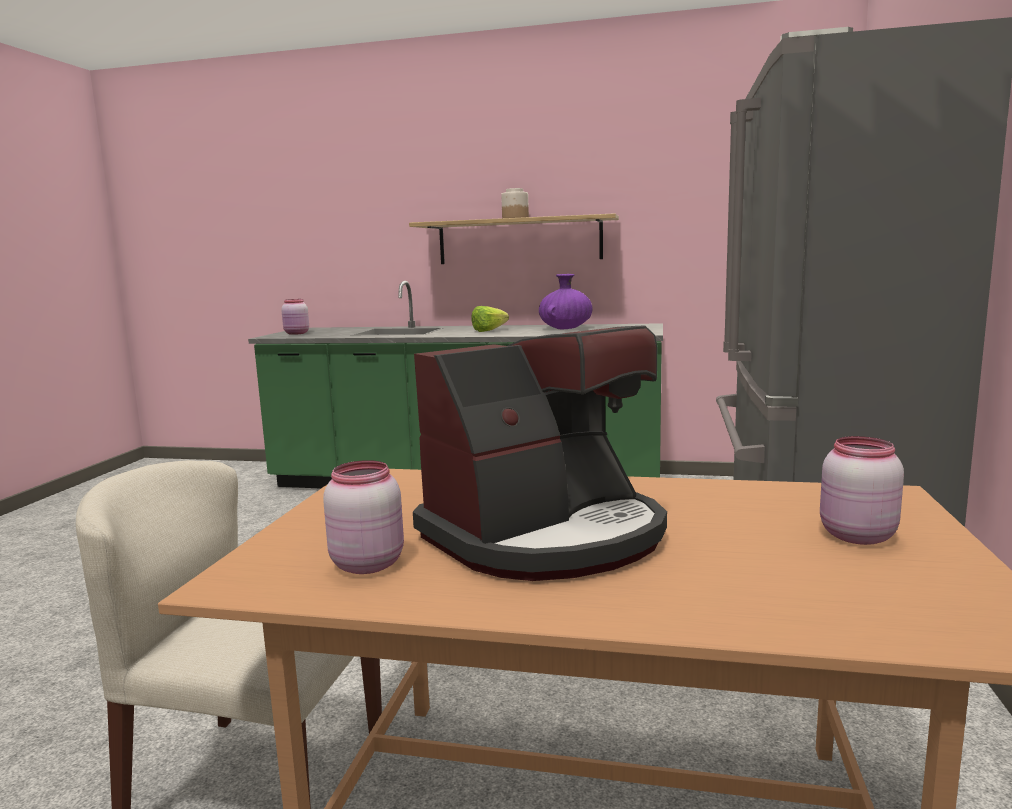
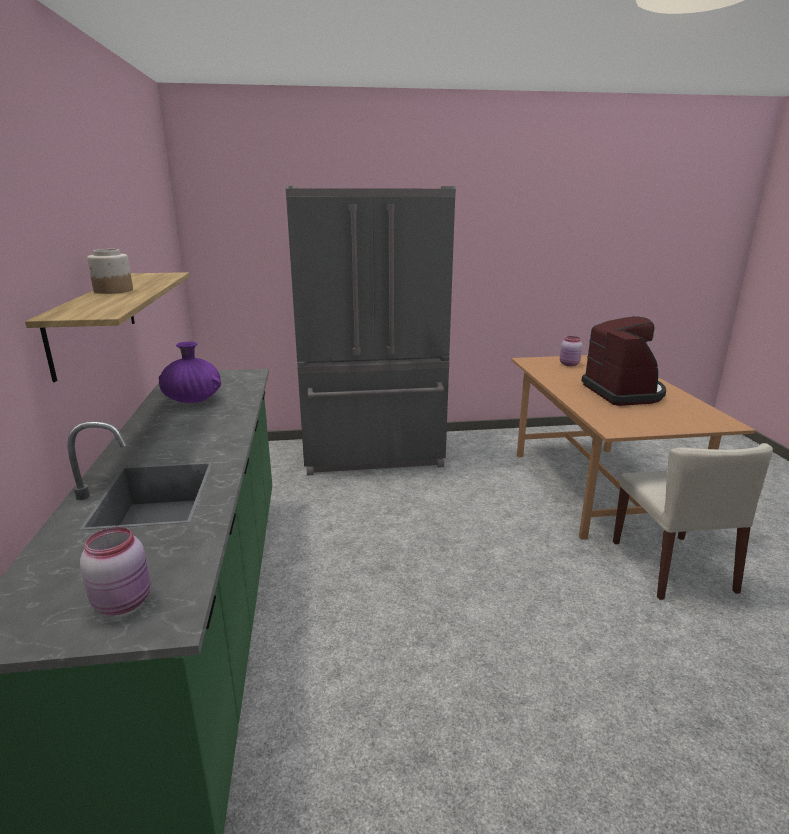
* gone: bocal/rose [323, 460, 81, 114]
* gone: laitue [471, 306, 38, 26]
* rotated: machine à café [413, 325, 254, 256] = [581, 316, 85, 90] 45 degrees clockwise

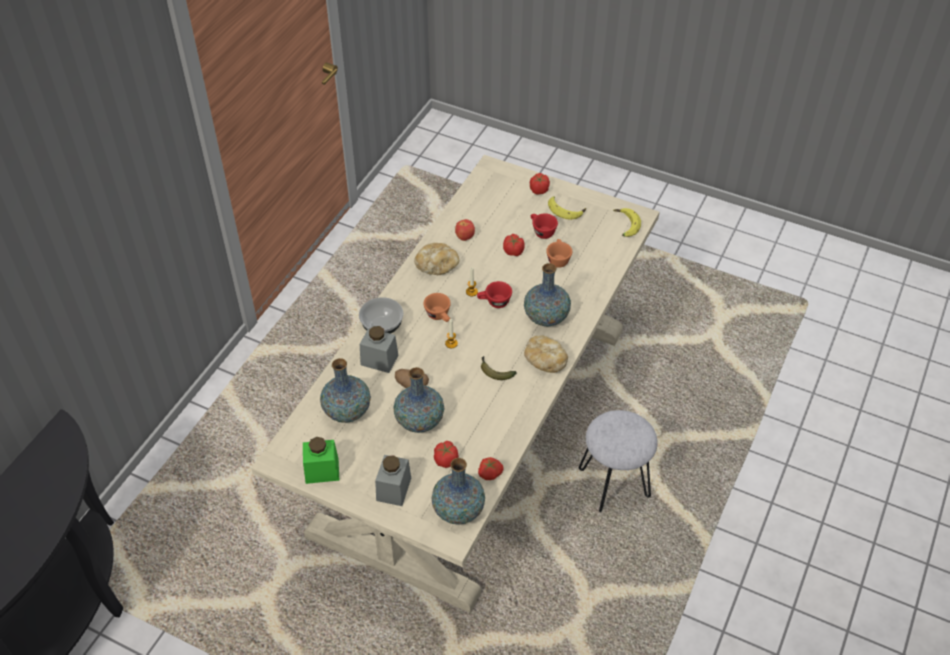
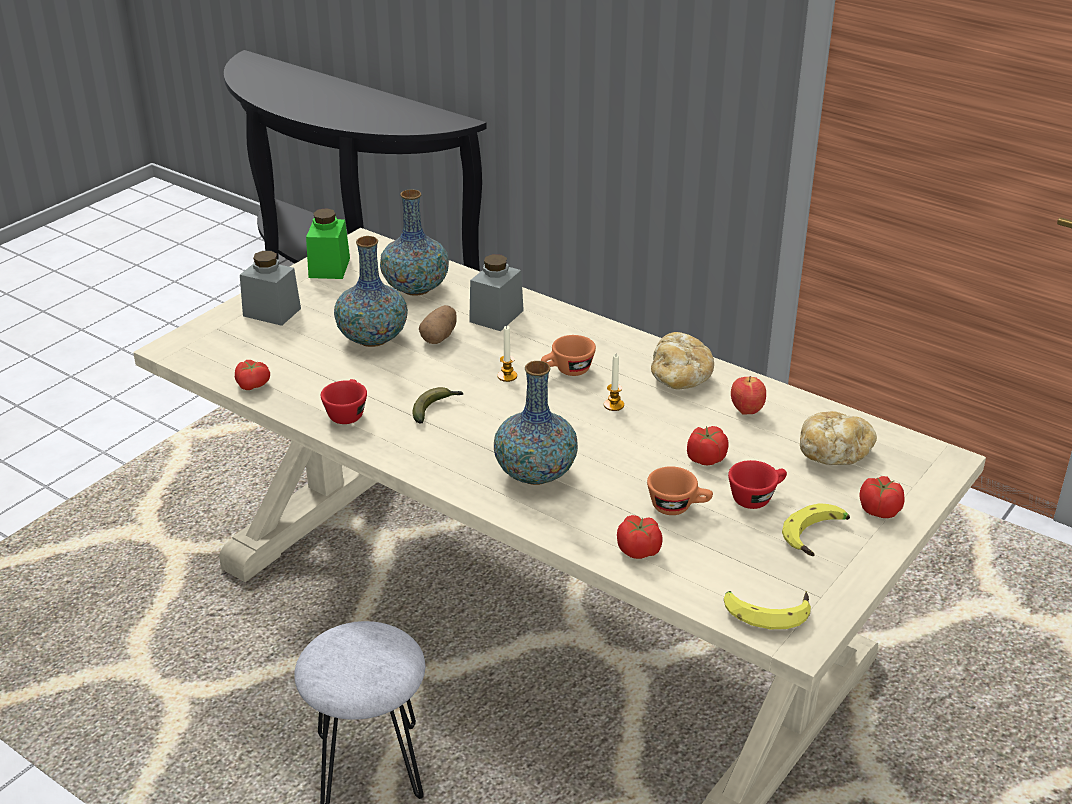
* gone: bol [359, 297, 44, 37]
* gone: vase [431, 458, 54, 67]
* shifted: tomate [434, 441, 24, 27] to [617, 515, 46, 44]
* shifted: tasse/rouge [477, 281, 35, 27] to [321, 379, 46, 45]
* shifted: pain [524, 335, 44, 38] to [800, 411, 77, 54]

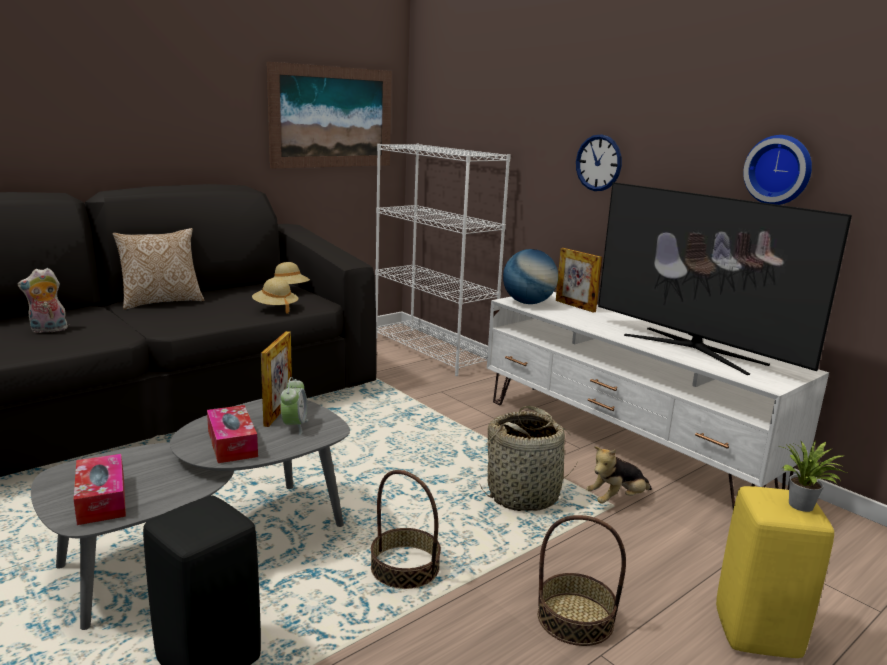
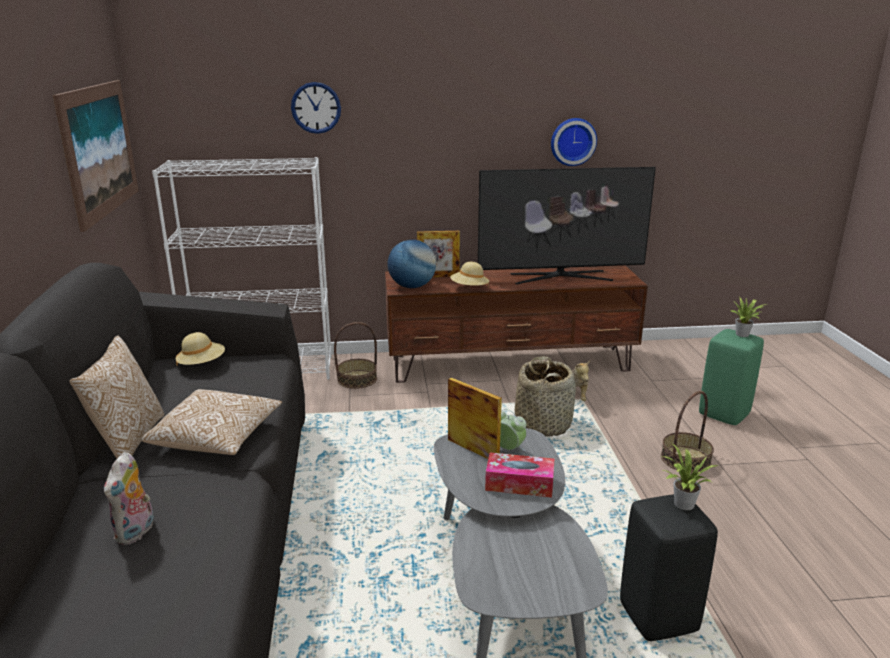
* gone: boîte à mouchoirs [74, 454, 52, 71]
* new: coussin [141, 389, 141, 66]
* new: plante en pot [662, 443, 56, 67]
* shifted: chapeau/beige [252, 278, 46, 36] to [450, 262, 39, 24]
* shifted: panier [371, 470, 70, 119] to [334, 322, 43, 67]
* shifted: horloge murale [576, 134, 46, 57] to [291, 82, 50, 52]
* repainted: meuble télé/blanc [487, 292, 342, 217] to meuble télé/marron [385, 265, 263, 118]
* repainted: tabouret/jaune [716, 486, 118, 172] to tabouret/vert [699, 329, 65, 96]

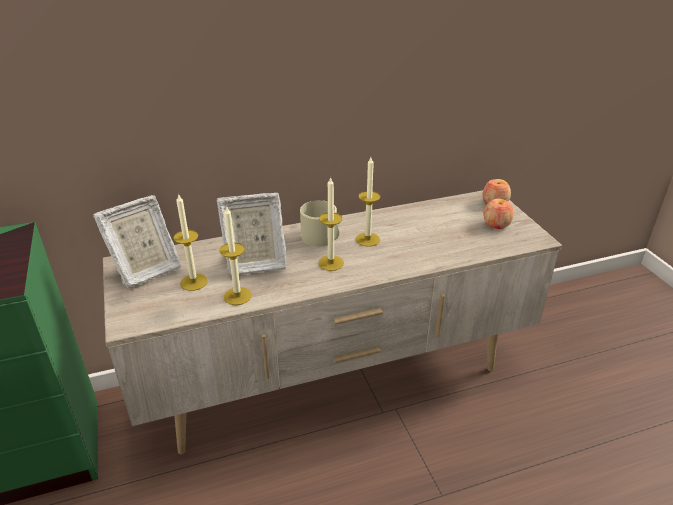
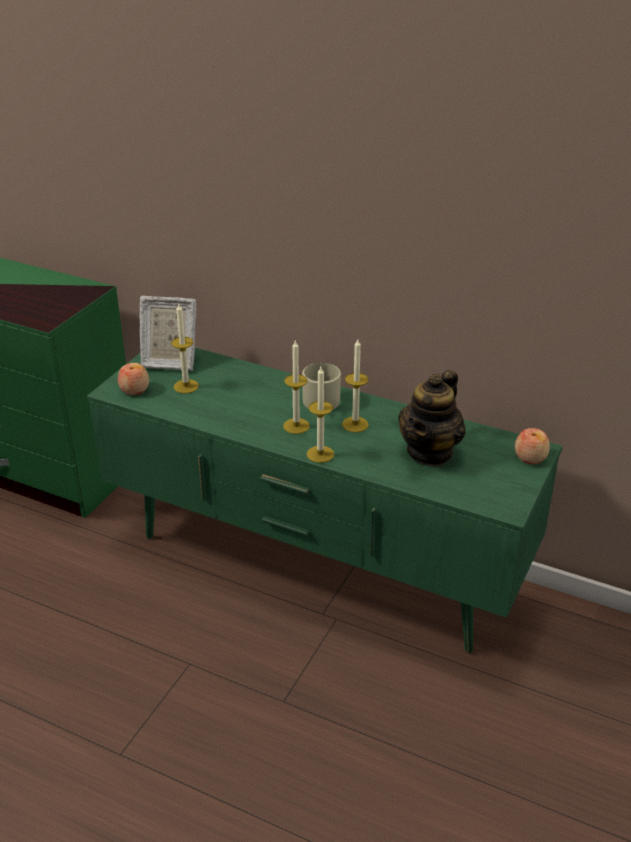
* gone: cadre photo [216, 193, 71, 83]
* new: théière [398, 370, 68, 97]
* shifted: bougie [220, 207, 32, 98] to [307, 367, 27, 96]
* shifted: pomme [483, 199, 31, 30] to [118, 363, 31, 32]
* repainted: meuble télé/beige [103, 191, 459, 263] to meuble télé/vert [87, 348, 475, 305]

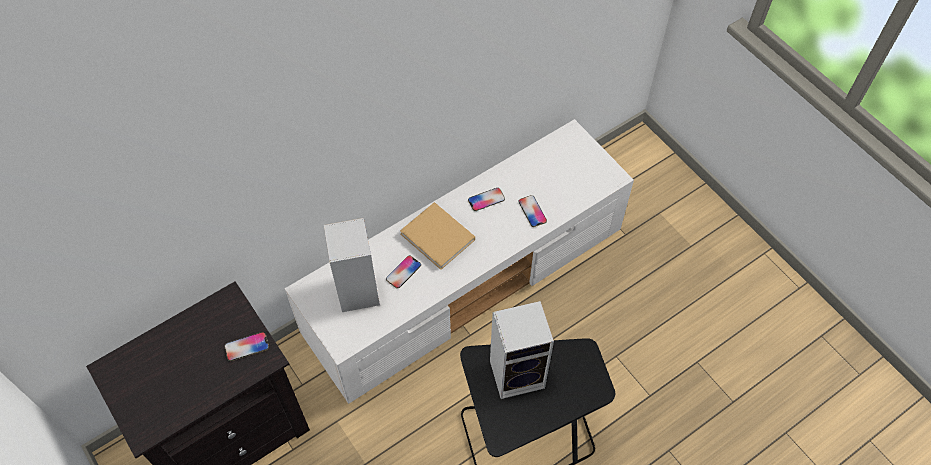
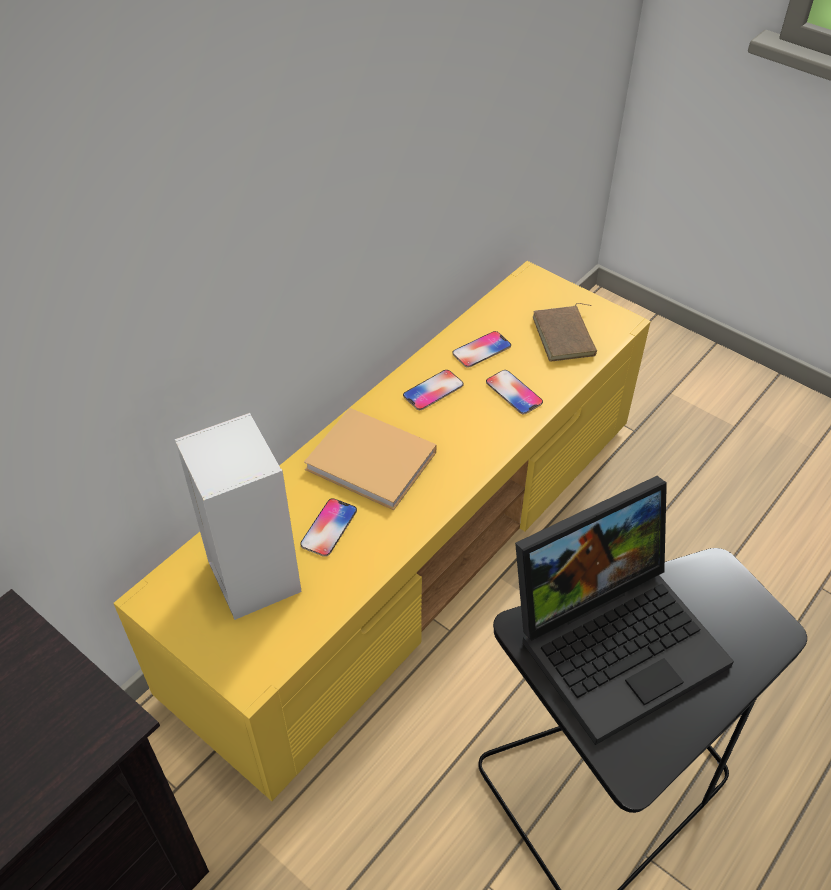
* new: livre/marron [533, 303, 64, 59]
* shifted: téléphone [224, 332, 45, 29] to [452, 331, 59, 37]
* swapped: enceinte [490, 301, 64, 98] to ordinateur portable [515, 476, 219, 269]
* repainted: meuble télé/blanc [285, 119, 349, 285] to meuble télé/jaune [113, 261, 538, 540]

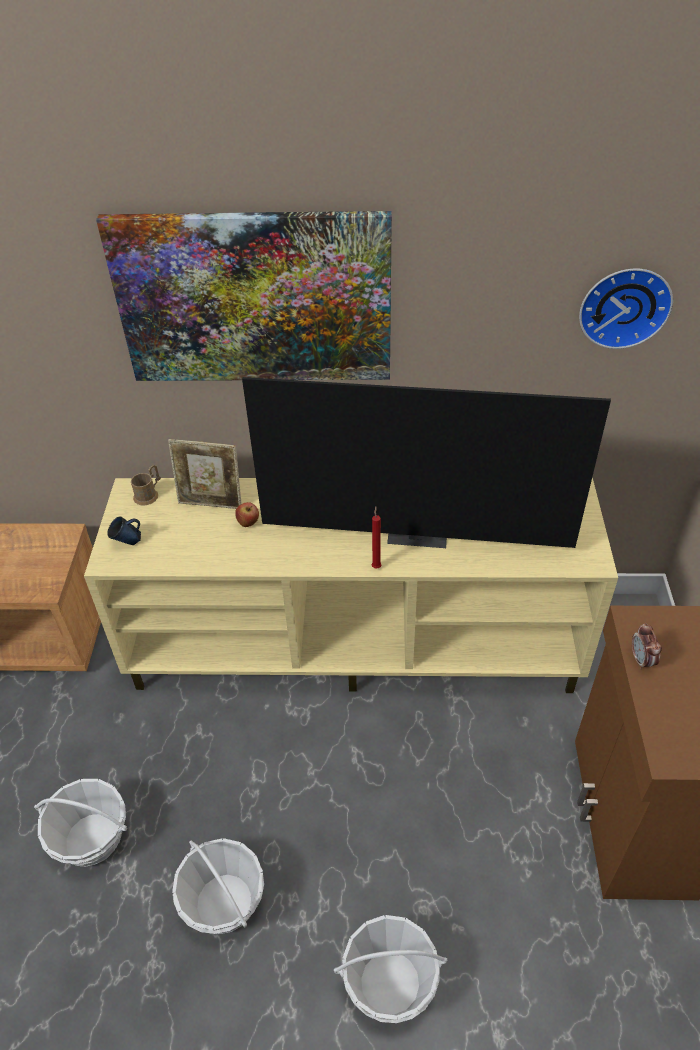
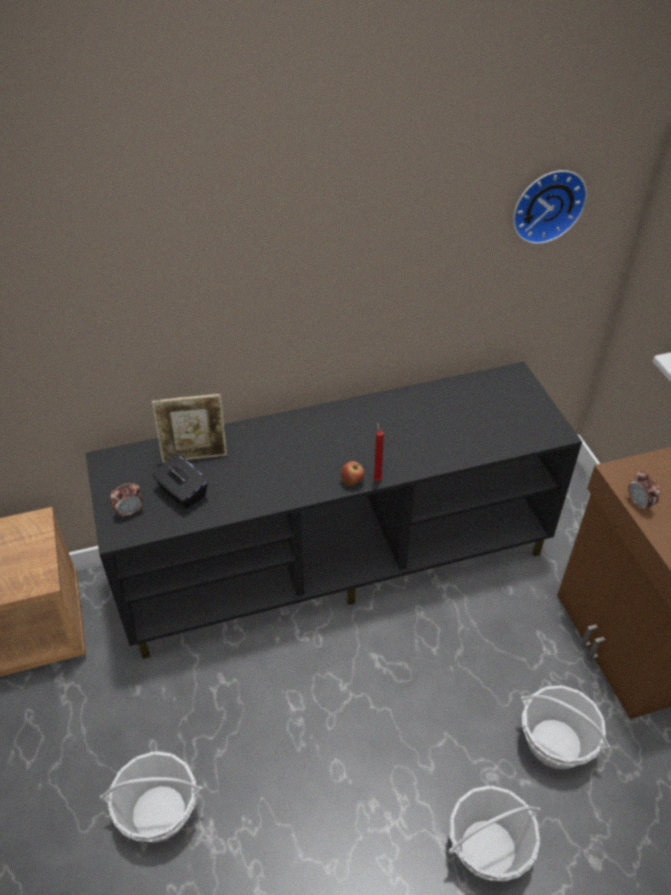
* gone: tableau [96, 211, 296, 170]
* gone: mug/marron [131, 465, 30, 40]
* gone: téléviseur [242, 377, 369, 171]
* new: boîte à mouchoirs/noir [152, 454, 56, 55]
* shifted: panier [172, 838, 92, 96] to [520, 685, 91, 84]
* shifted: pomme [235, 502, 24, 25] to [341, 461, 23, 25]
* swapped: mug/bleu [107, 516, 34, 29] to réveil [111, 483, 32, 36]
* repainted: meuble télé/beige [84, 478, 534, 215] to meuble télé/noir [85, 362, 497, 297]

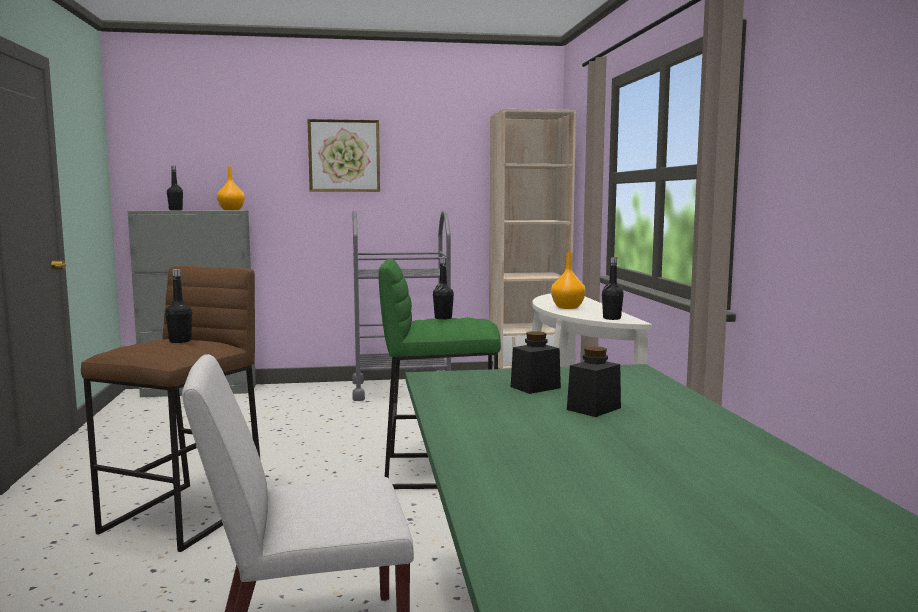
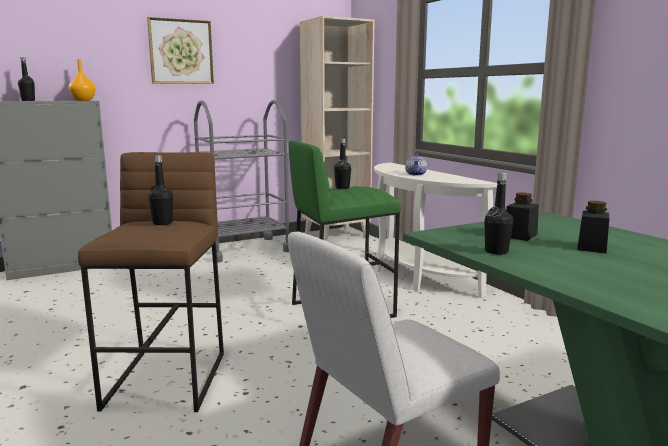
* shifted: bouteille/noir [602, 257, 22, 63] to [484, 173, 29, 82]
* swapped: vase/orange [551, 252, 35, 57] to théière [405, 153, 22, 23]

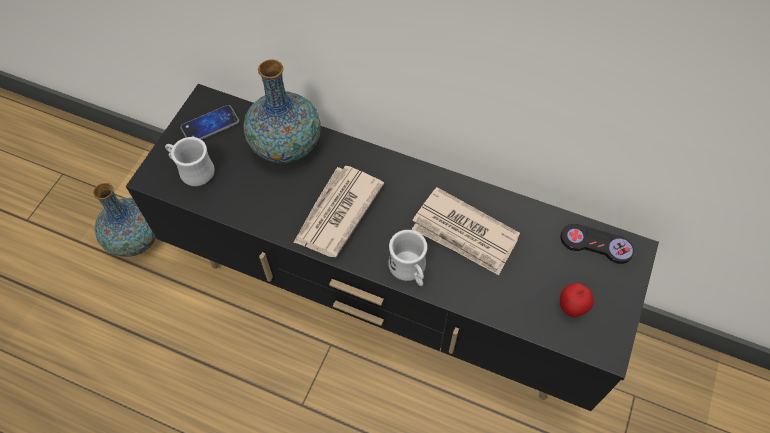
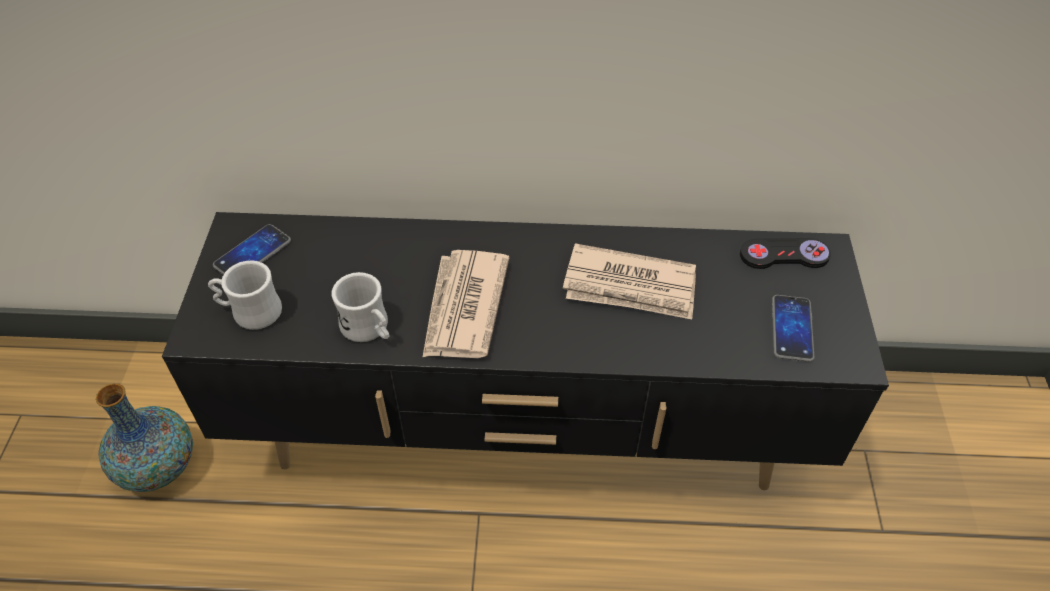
* gone: vase [244, 60, 77, 104]
* shifted: mug/blanc [388, 230, 39, 56] to [332, 272, 57, 70]
* swapped: pomme [560, 283, 34, 35] to téléphone [772, 295, 43, 67]

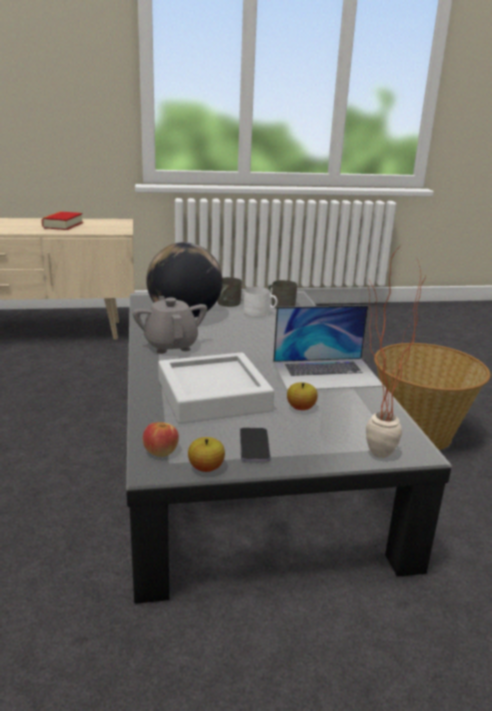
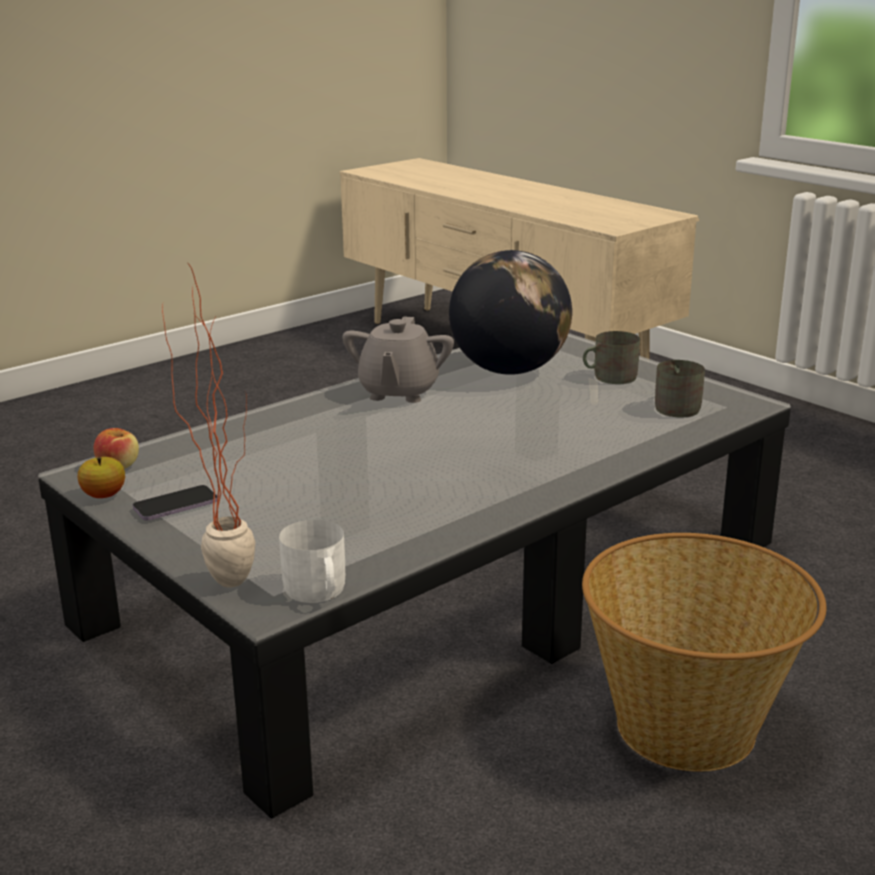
* gone: livre [42, 211, 41, 19]
* gone: plateau/gris [158, 352, 116, 71]
* gone: ordinateur portable [273, 305, 111, 86]
* gone: pomme [287, 382, 31, 28]
* shifted: mug/blanc [244, 287, 34, 31] to [279, 520, 66, 83]
* rotated: théière/gris [133, 296, 74, 58] = [342, 316, 112, 87] 150 degrees clockwise

